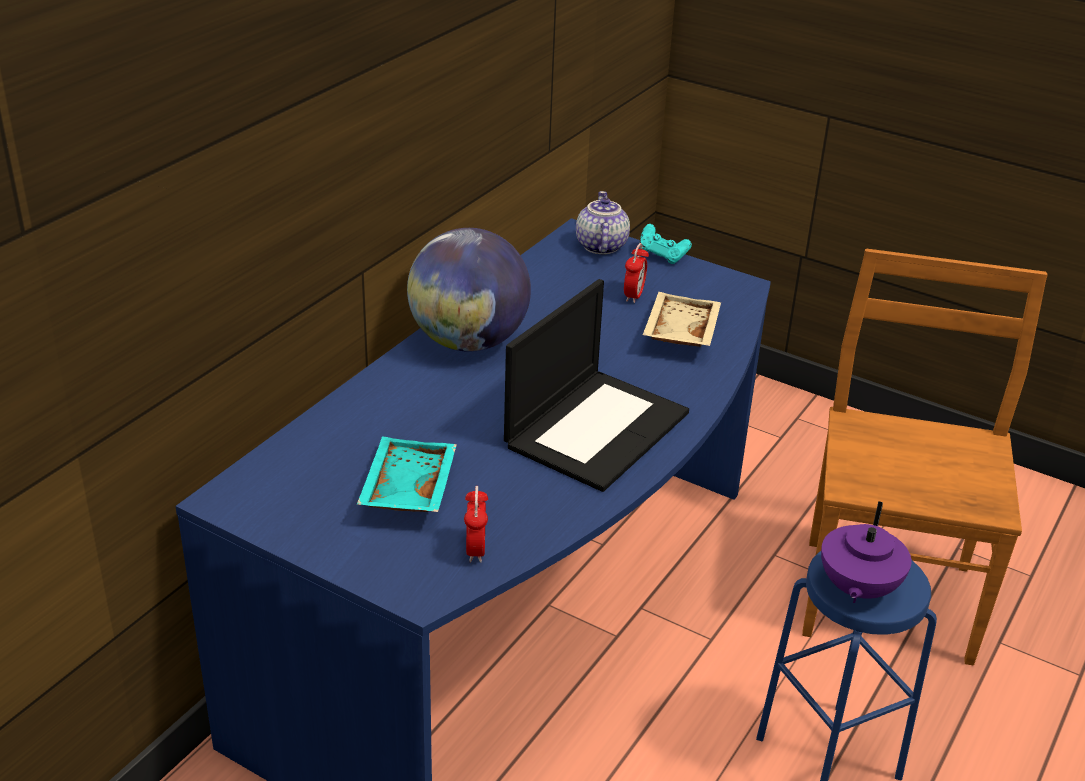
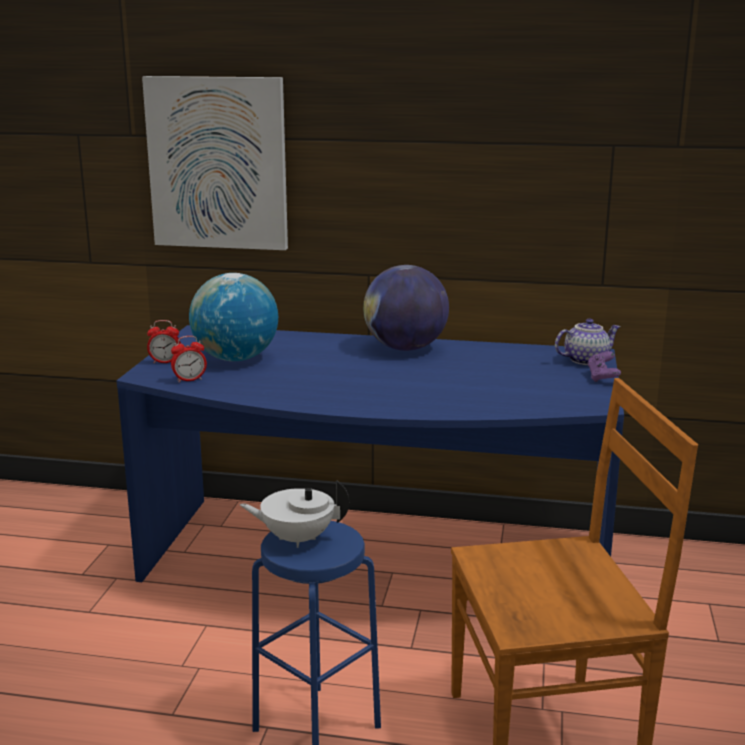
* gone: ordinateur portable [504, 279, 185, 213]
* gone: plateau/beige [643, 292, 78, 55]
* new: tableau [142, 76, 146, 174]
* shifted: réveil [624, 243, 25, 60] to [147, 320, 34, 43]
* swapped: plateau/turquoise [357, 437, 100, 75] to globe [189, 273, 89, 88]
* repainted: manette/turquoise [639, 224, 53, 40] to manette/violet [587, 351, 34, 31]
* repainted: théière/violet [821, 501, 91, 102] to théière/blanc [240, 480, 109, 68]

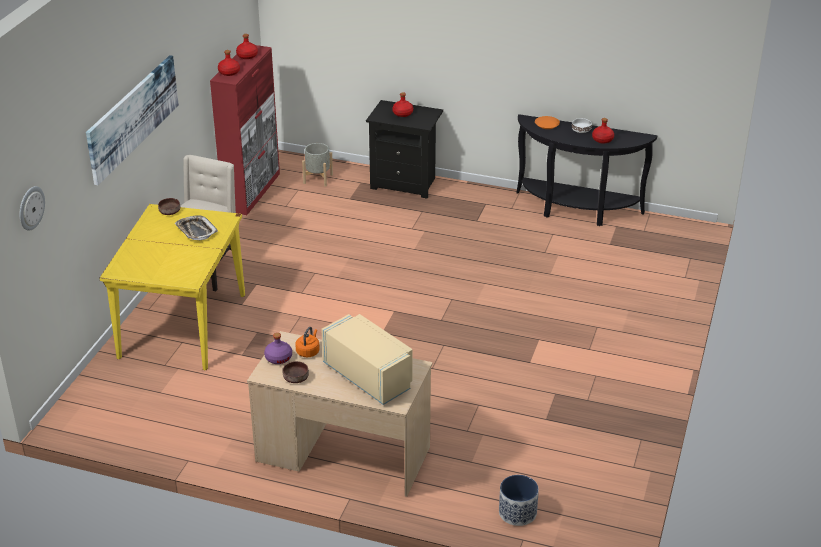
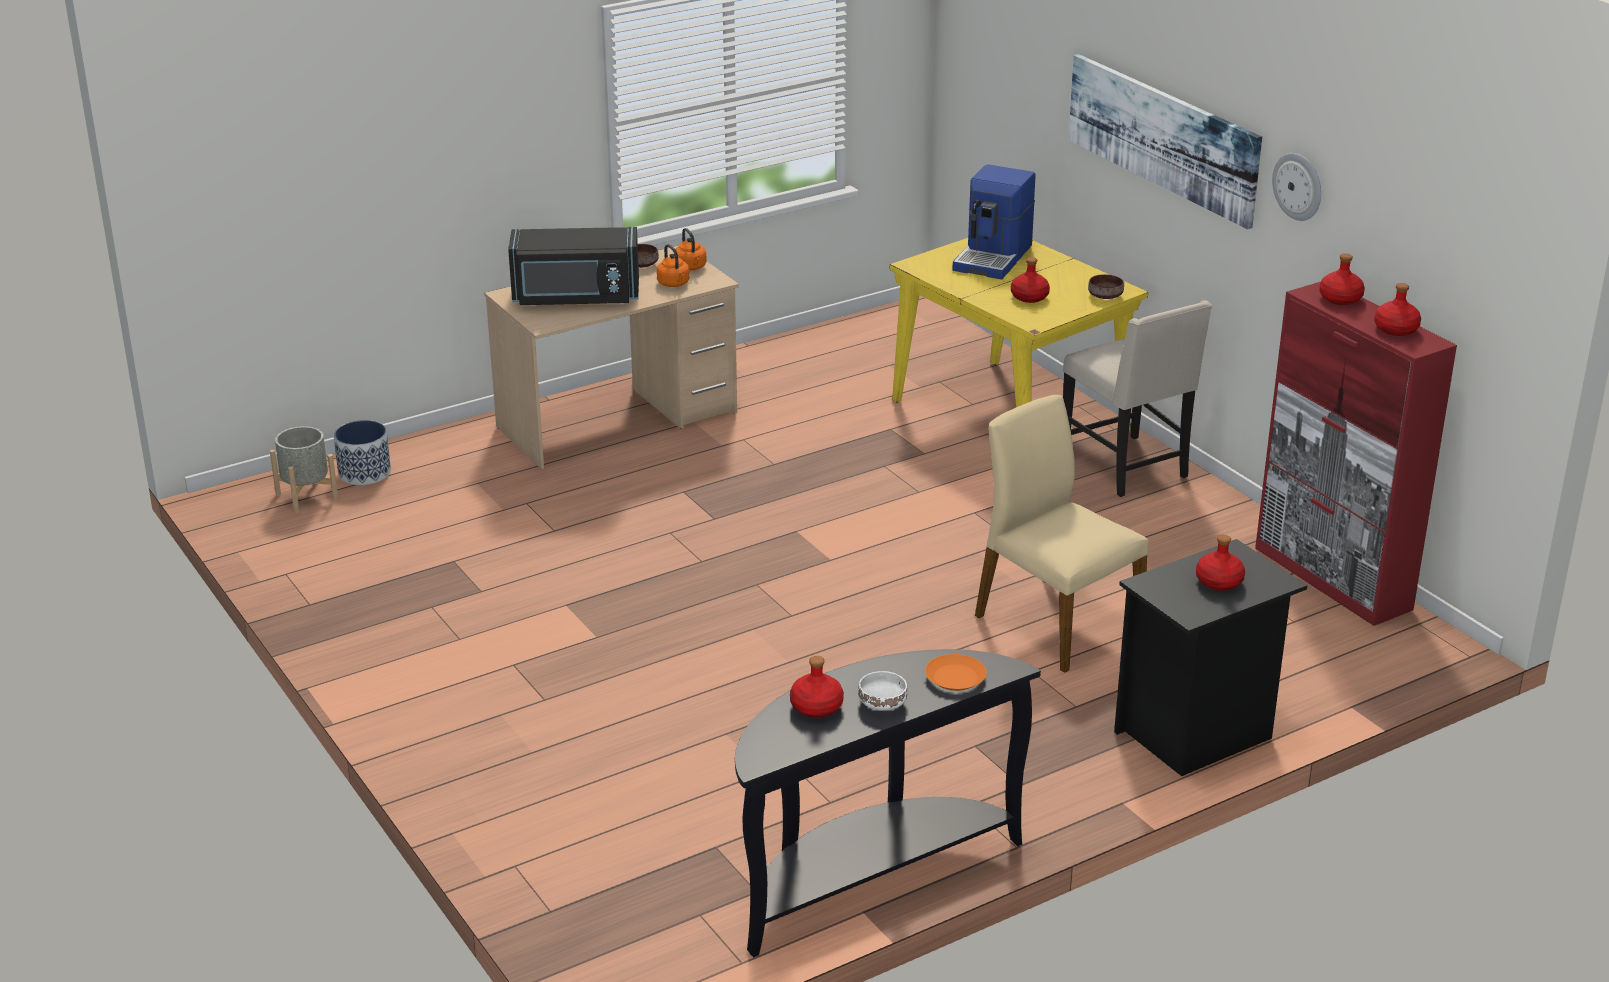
* new: machine à café [952, 164, 83, 116]
* new: chaise/beige [975, 395, 173, 278]
* shifted: horloge murale [20, 186, 25, 45] to [1272, 153, 49, 68]
* shifted: cache-pot/gris [302, 143, 31, 44] to [270, 426, 68, 87]
* swapped: plateau [175, 215, 43, 25] to bouteille/rouge [1011, 257, 39, 46]
* swapped: bouteille/violet [264, 333, 28, 31] to bouilloire/orange [675, 228, 31, 42]
* repainted: micro-ondes/beige [321, 314, 91, 91] to micro-ondes/noir [508, 227, 131, 78]

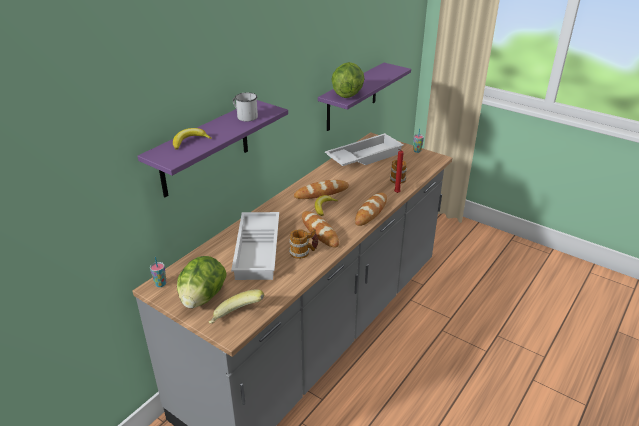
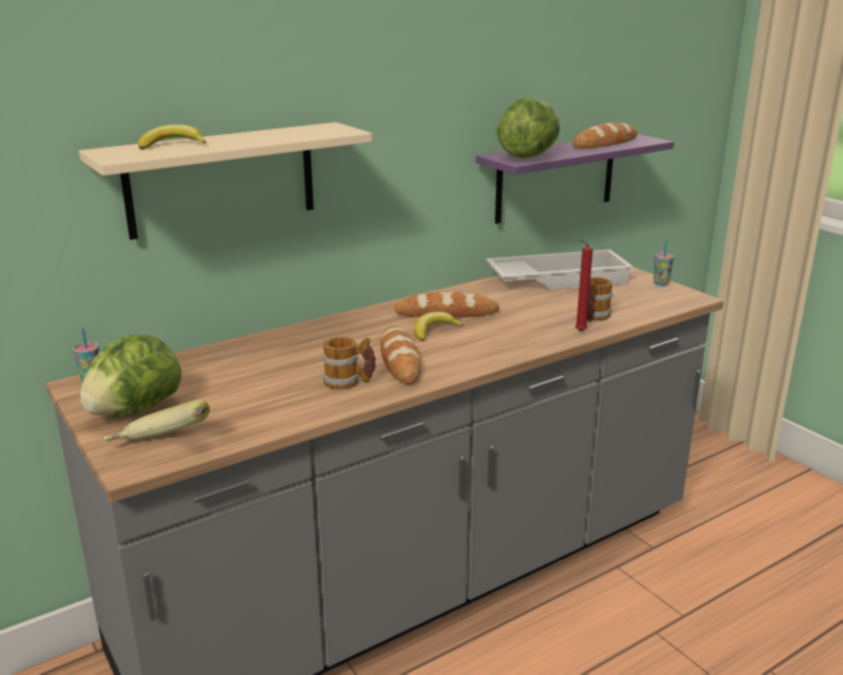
* gone: plateau/blanc [231, 212, 48, 68]
* gone: mug/blanc [233, 92, 25, 29]
* shifted: pain [355, 193, 32, 33] to [573, 123, 64, 25]
* repainted: étagère/violet [138, 100, 150, 97] to étagère/beige [79, 122, 293, 118]

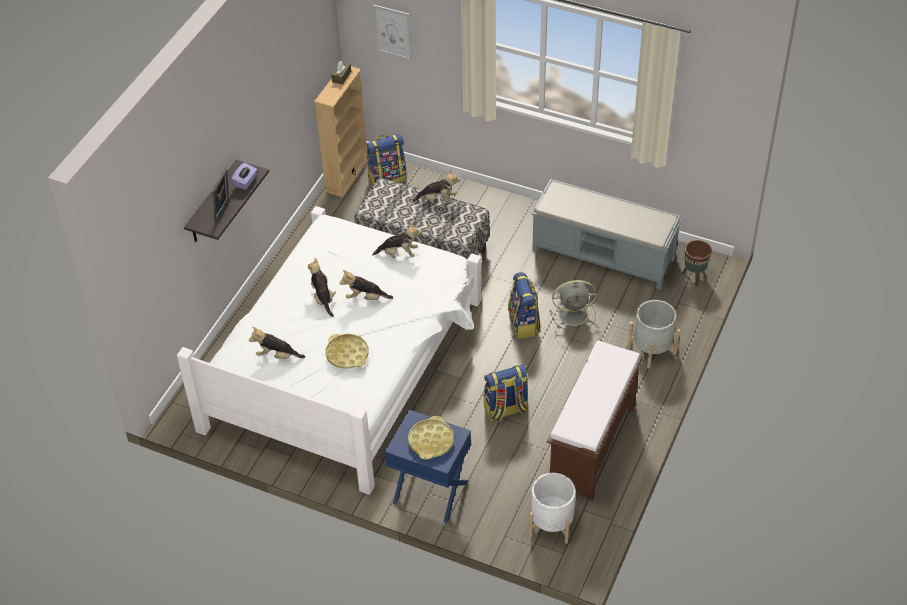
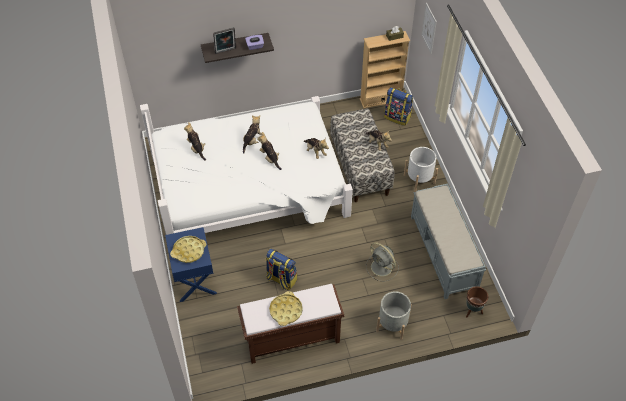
* gone: sac à dos [508, 272, 33, 67]
* shifted: plateau/jaune [325, 334, 44, 35] to [269, 291, 34, 35]
* shifted: cache-pot/blanc [529, 473, 47, 71] to [404, 147, 34, 45]

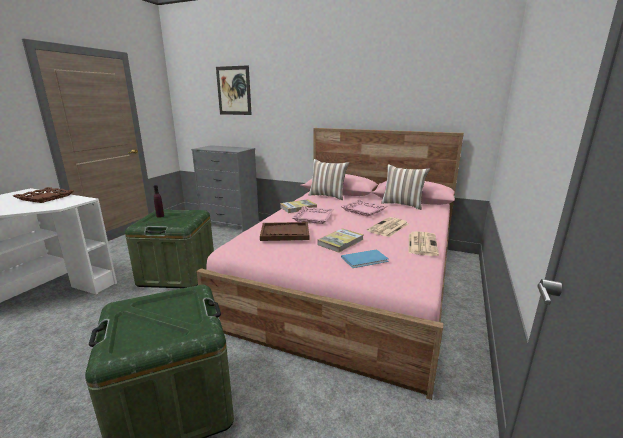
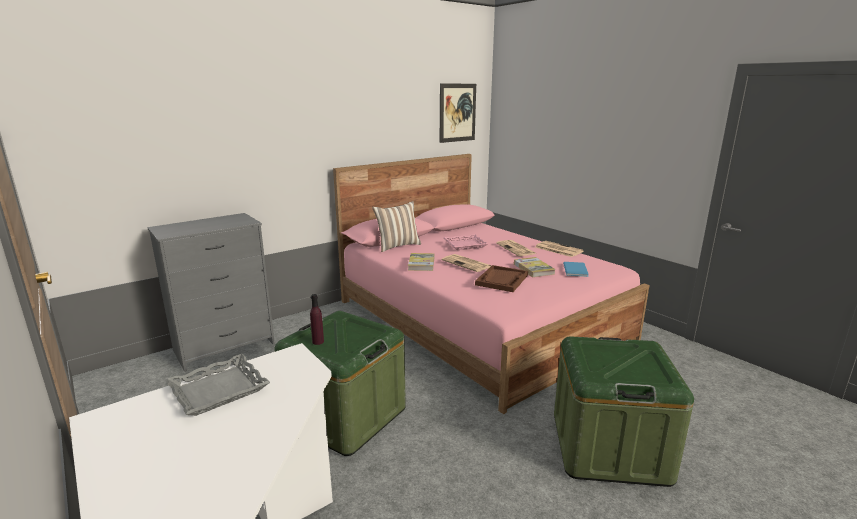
* gone: coussin [381, 164, 49, 46]
* shifted: tableau [216, 65, 36, 50] to [440, 84, 36, 59]
* swapped: plateau/rose [292, 206, 42, 18] to journal [442, 254, 49, 18]
* repainted: plateau/marron [13, 187, 61, 16] to plateau/gris [165, 354, 105, 62]

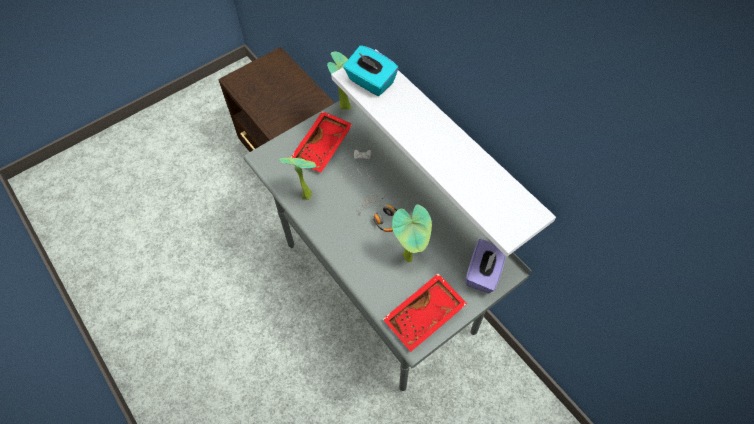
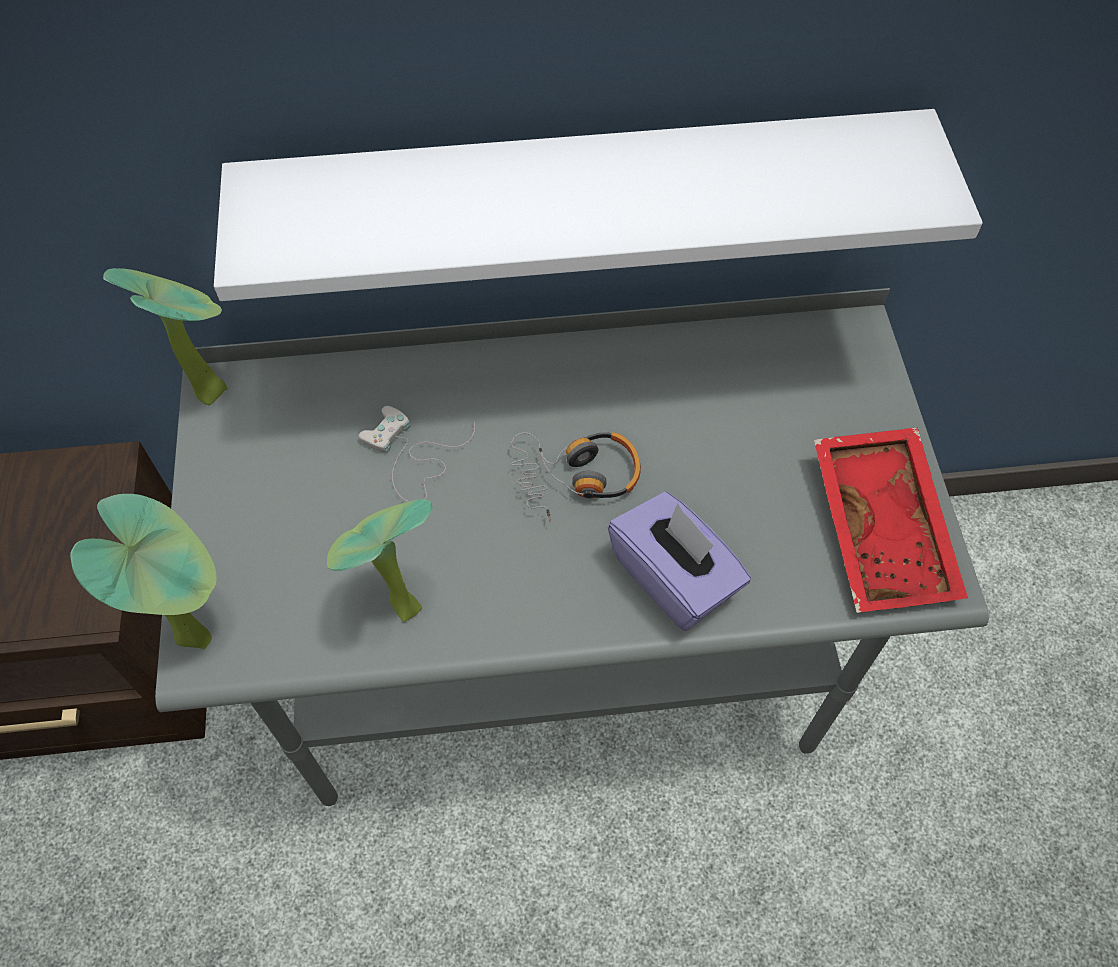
* gone: plateau/rouge [291, 111, 62, 61]
* gone: boîte à mouchoirs/turquoise [343, 45, 55, 51]
* shifted: plante en pot [392, 205, 40, 57] to [70, 494, 147, 156]
* shifted: boîte à mouchoirs/violet [466, 239, 40, 54] to [608, 492, 143, 139]

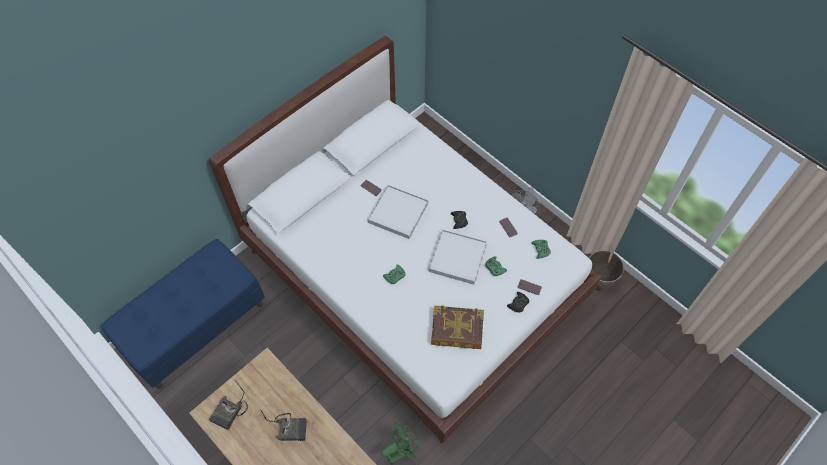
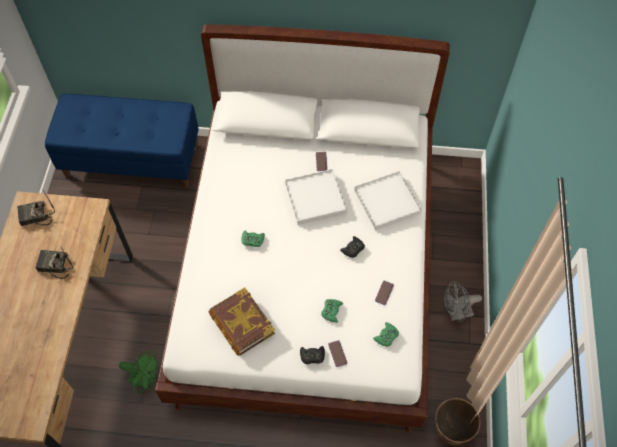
* shifted: plateau/blanc [428, 229, 59, 56] to [354, 171, 68, 59]
* rotated: radio [260, 409, 47, 32] = [36, 248, 37, 31] 135 degrees clockwise

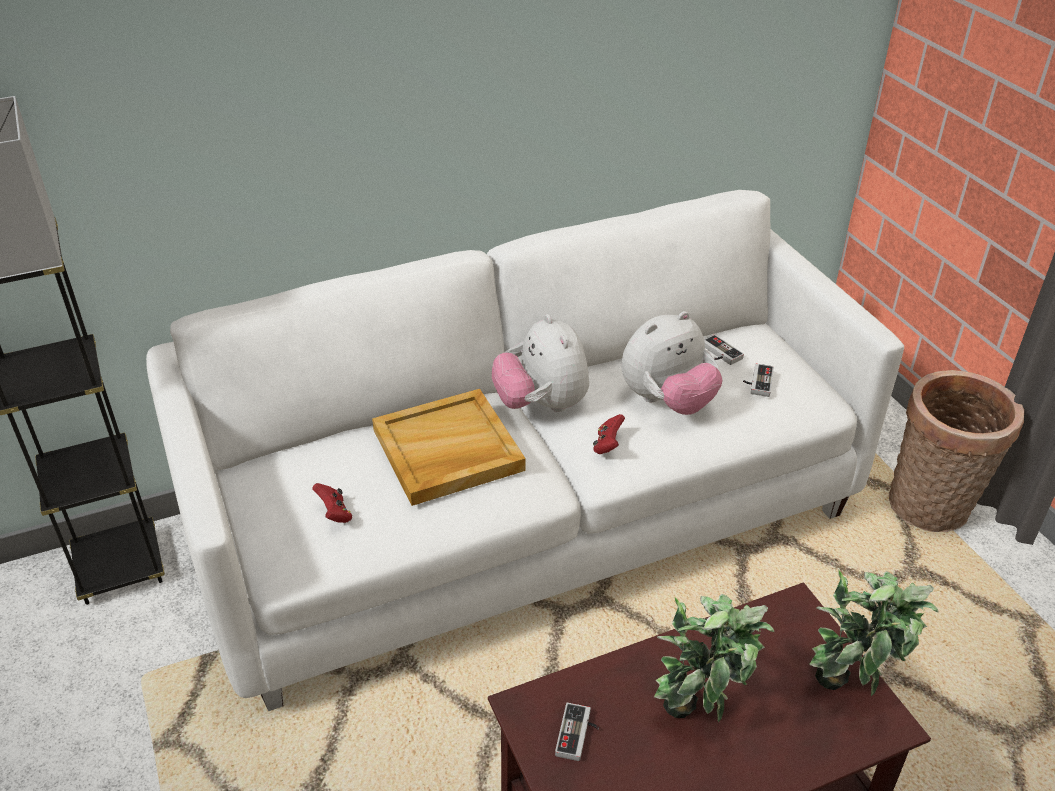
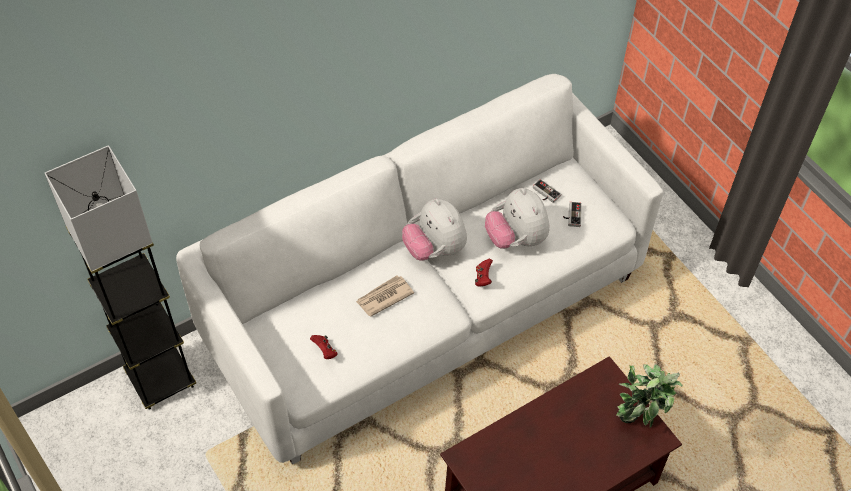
* gone: manette [555, 703, 44, 58]
* gone: plante en pot [654, 594, 120, 128]
* gone: panier [889, 370, 135, 162]
* swapped: plateau/beige [372, 389, 154, 117] to journal [356, 275, 58, 42]
* rotated: peluche [622, 311, 101, 104] = [485, 188, 64, 61] 105 degrees clockwise

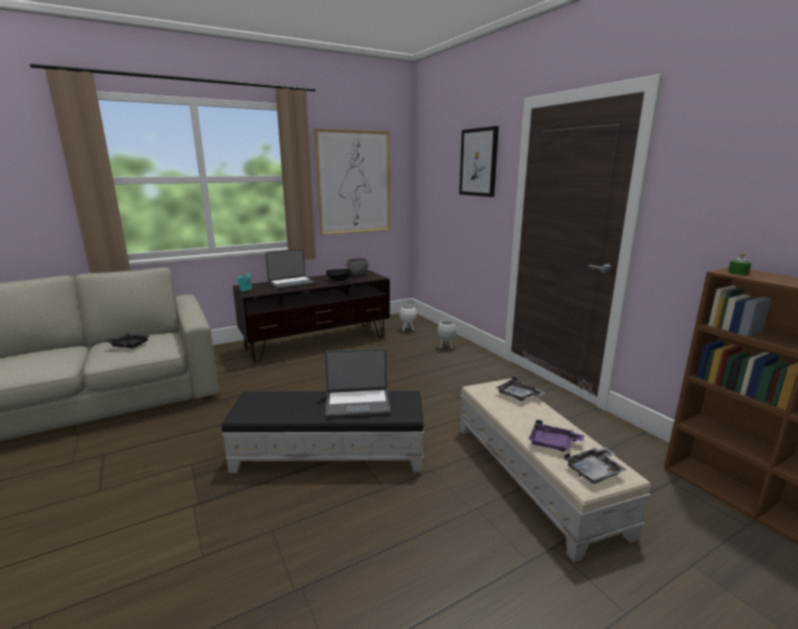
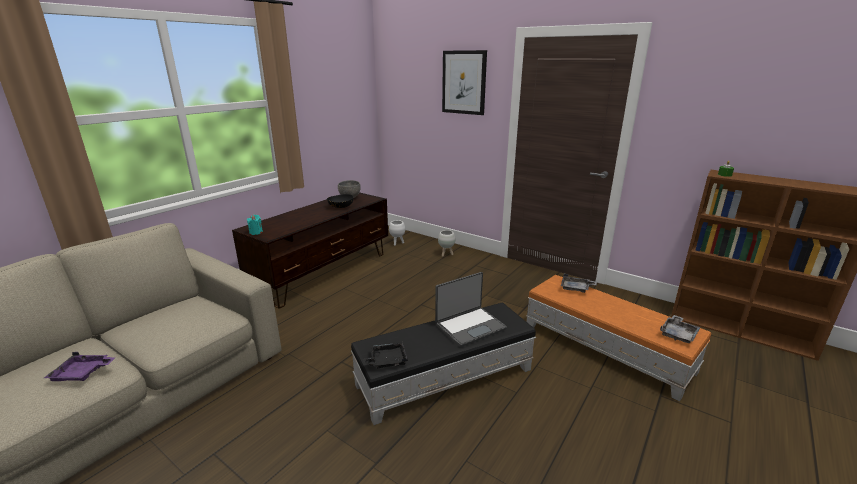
* gone: ordinateur portable [266, 249, 50, 41]
* gone: tableau [314, 128, 77, 107]
* shifted: plateau/noir [106, 333, 44, 16] to [363, 342, 45, 26]
* shifted: plateau/violet [528, 419, 57, 33] to [44, 352, 72, 29]
* repainted: pouf/beige [460, 378, 191, 184] to pouf/orange [526, 275, 185, 126]

